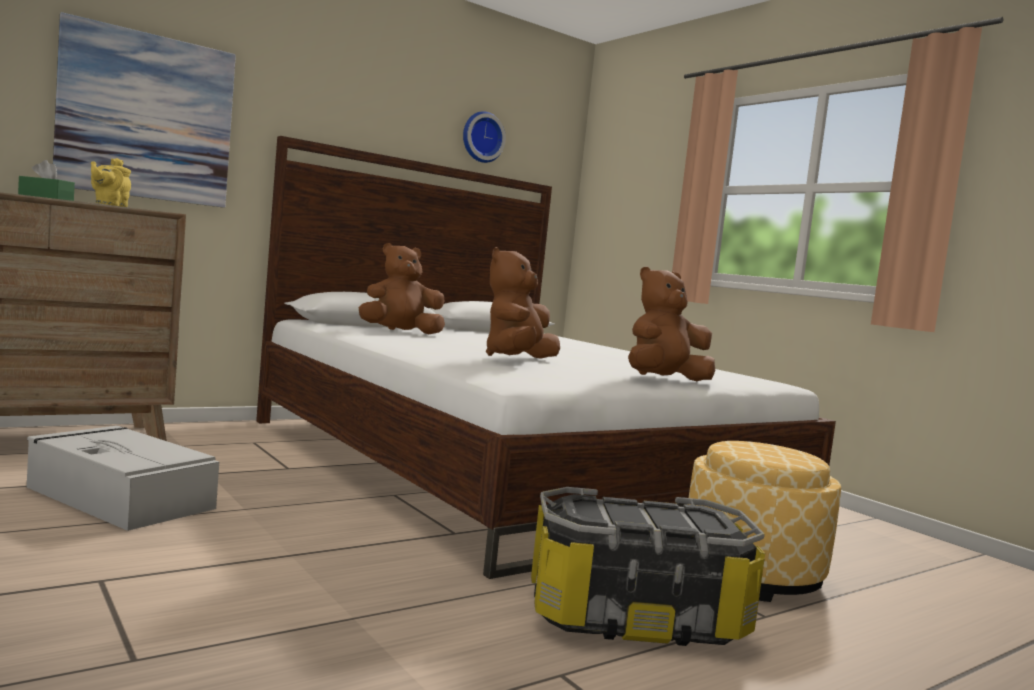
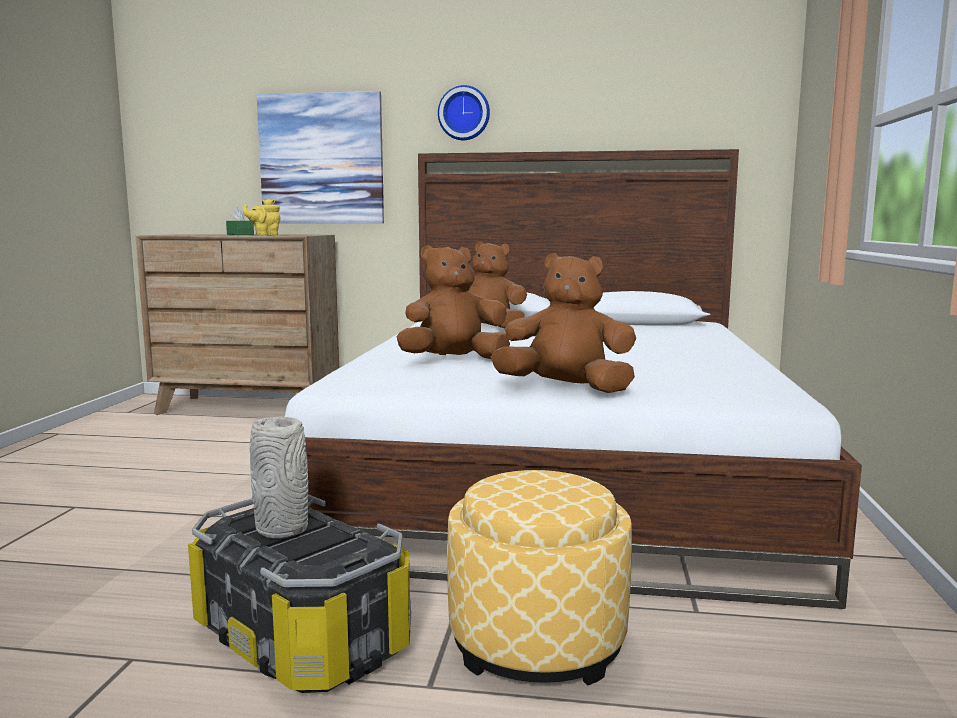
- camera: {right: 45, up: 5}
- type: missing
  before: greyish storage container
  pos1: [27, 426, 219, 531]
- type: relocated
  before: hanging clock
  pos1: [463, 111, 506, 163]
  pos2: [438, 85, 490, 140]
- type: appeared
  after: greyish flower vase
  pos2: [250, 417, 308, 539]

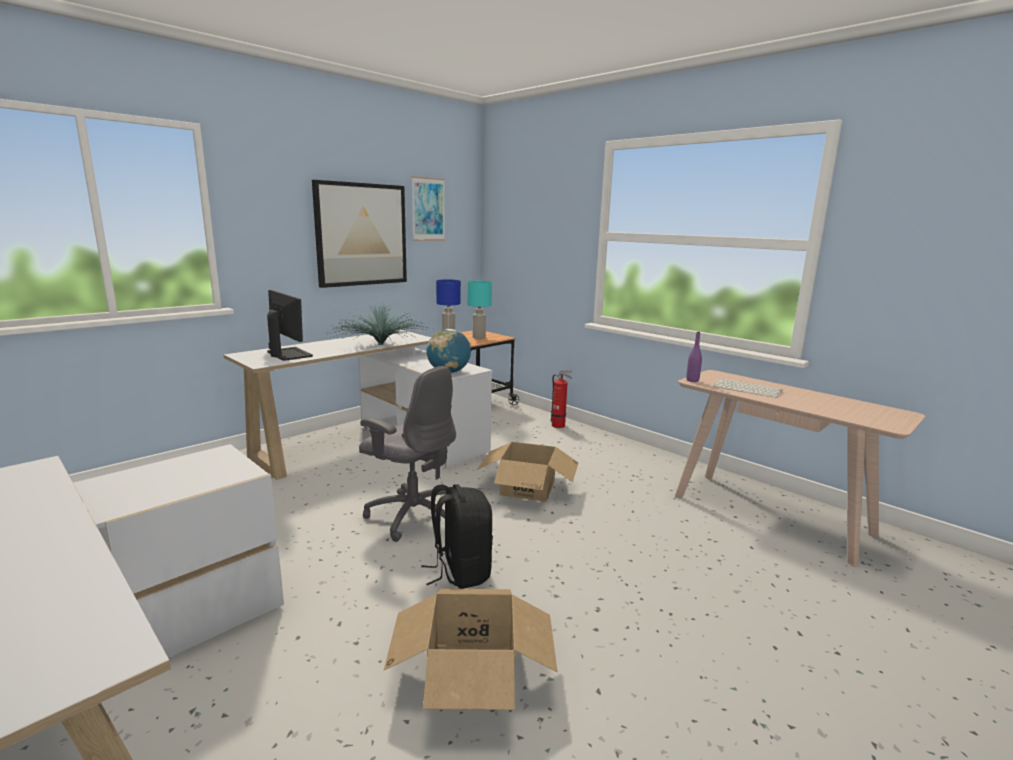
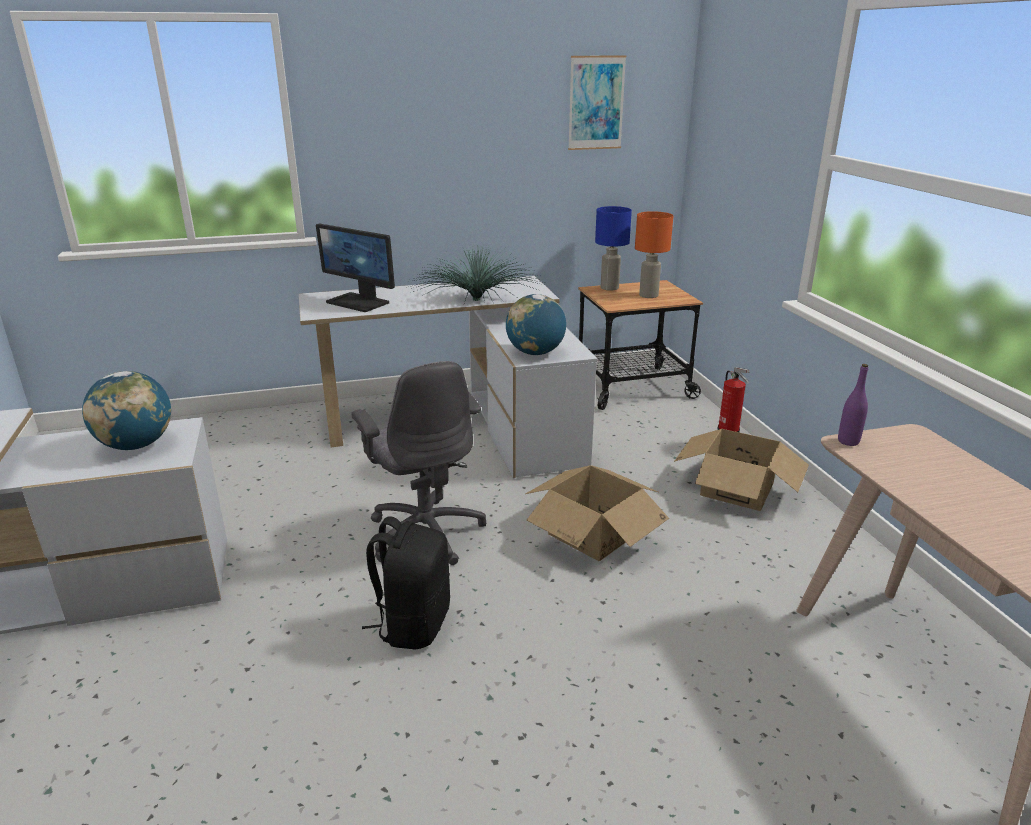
- camera: {right: 30, up: 10}
- type: spun
  before: computer display
  pos1: [267, 290, 313, 361]
  pos2: [316, 223, 395, 312]
  turn: 135
- type: missing
  before: picture
  pos1: [312, 180, 407, 288]
- type: relocated
  before: packing box
  pos1: [384, 589, 558, 710]
  pos2: [674, 429, 809, 511]
- type: colour
  before: turquoise tabletop lamp
  after: orangey tabletop lamp
  pos1: [467, 281, 492, 339]
  pos2: [635, 211, 673, 298]
- type: missing
  before: PC keyboard
  pos1: [713, 378, 783, 398]
- type: appeared
  after: world globe
  pos2: [82, 371, 171, 450]

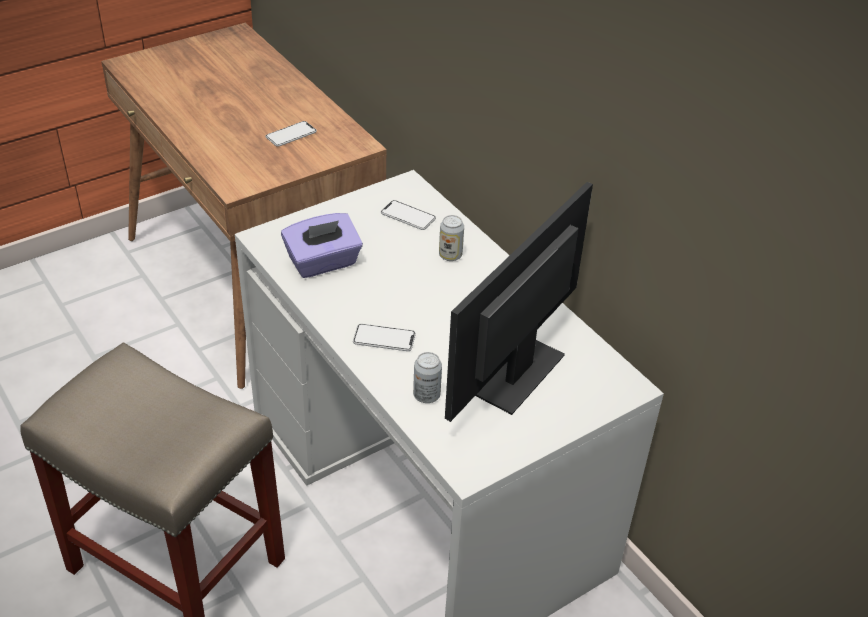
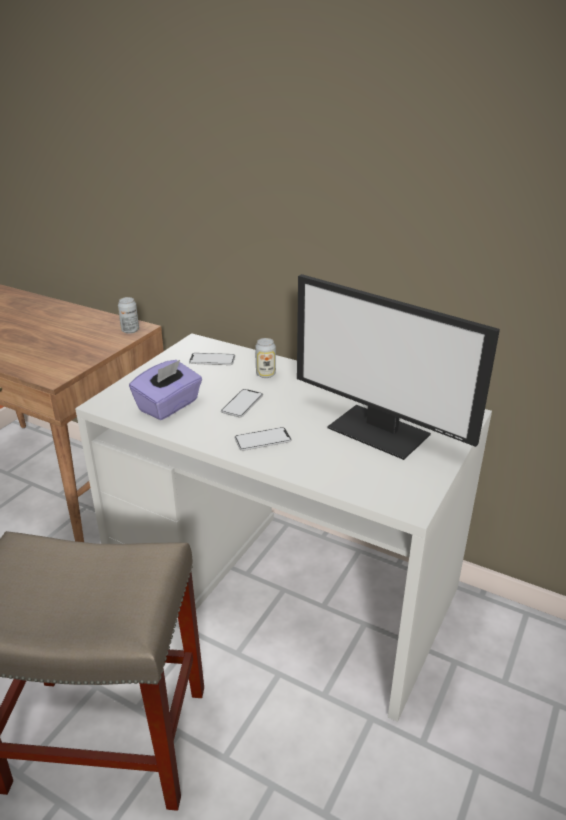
- camera: {right: -25, up: -10}
- type: relocated
  before: telephone
  pos1: [266, 121, 317, 147]
  pos2: [221, 389, 263, 417]
- type: relocated
  before: sealed can
  pos1: [413, 352, 442, 403]
  pos2: [118, 297, 139, 334]
- type: spun
  before: computer display
  pos1: [445, 182, 593, 422]
  pos2: [297, 274, 500, 460]
  turn: -60

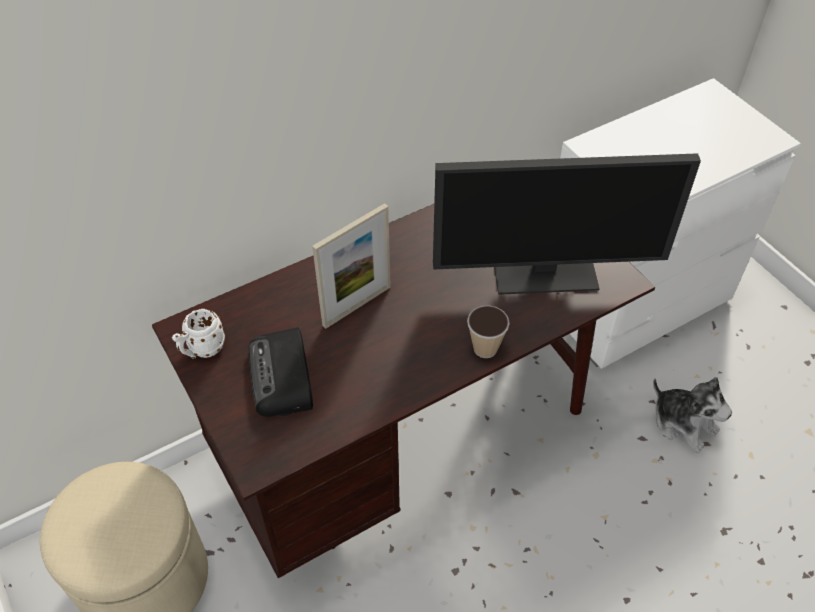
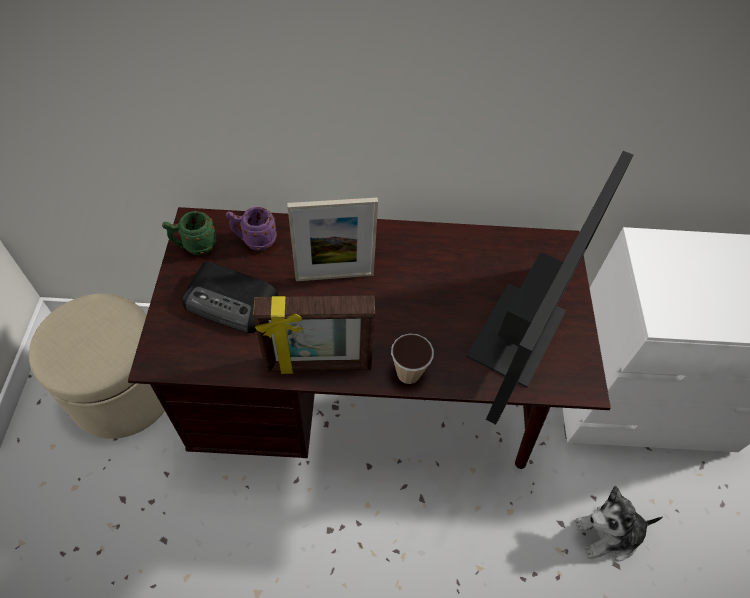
- camera: {right: 30, up: 5}
- type: colour
  before: whitish coffee mug
  after: green coffee mug
  pos1: [172, 309, 225, 359]
  pos2: [162, 211, 217, 255]
- type: spun
  before: radio receiver
  pos1: [249, 327, 313, 417]
  pos2: [182, 262, 278, 333]
  turn: -90
- type: spun
  before: computer display
  pos1: [433, 153, 701, 295]
  pos2: [466, 151, 633, 425]
  turn: -90
- type: spun
  before: plush toy
  pos1: [653, 377, 732, 453]
  pos2: [575, 486, 663, 561]
  turn: 90
- type: appeared
  after: purple coffee mug
  pos2: [226, 207, 277, 251]
- type: appeared
  after: picture frame
  pos2: [253, 295, 375, 374]

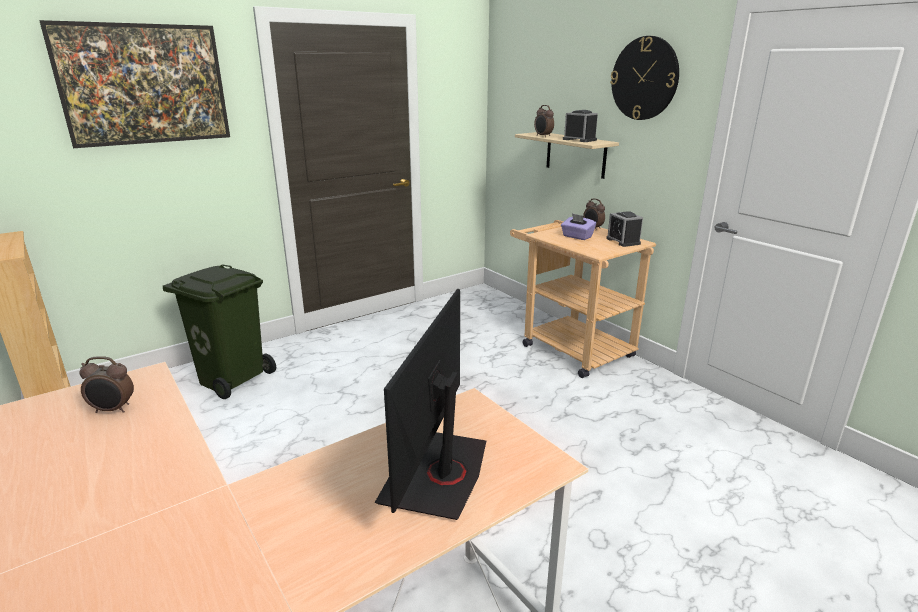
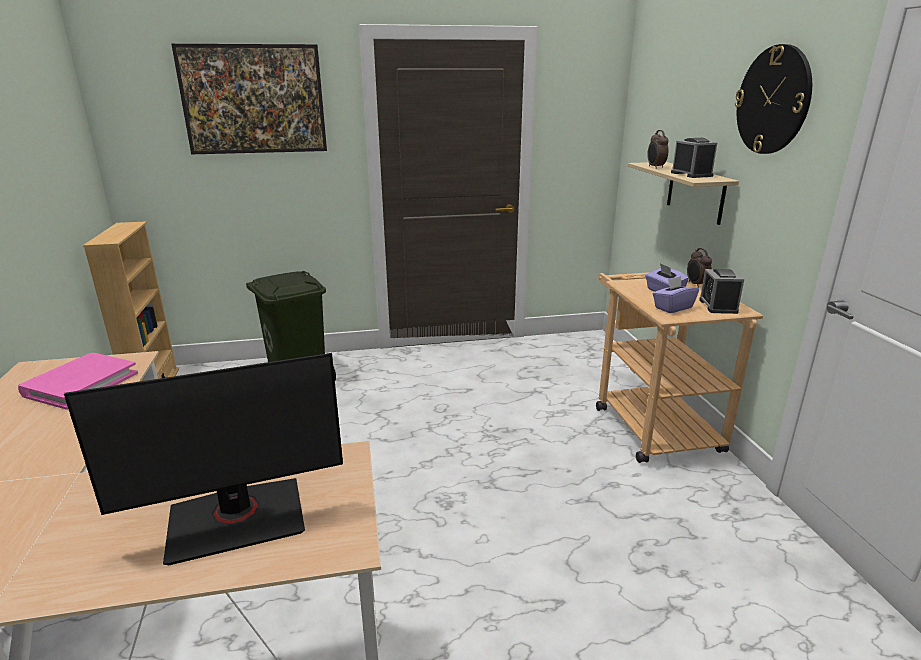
- camera: {right: 25, up: 0}
- type: exchanged
  before: alarm clock
  after: pink volume
  pos1: [79, 356, 134, 413]
  pos2: [18, 353, 138, 410]
- type: spun
  before: computer display
  pos1: [375, 289, 486, 520]
  pos2: [64, 353, 343, 565]
  turn: -150
- type: appeared
  after: purple tissue holder
  pos2: [653, 276, 699, 313]

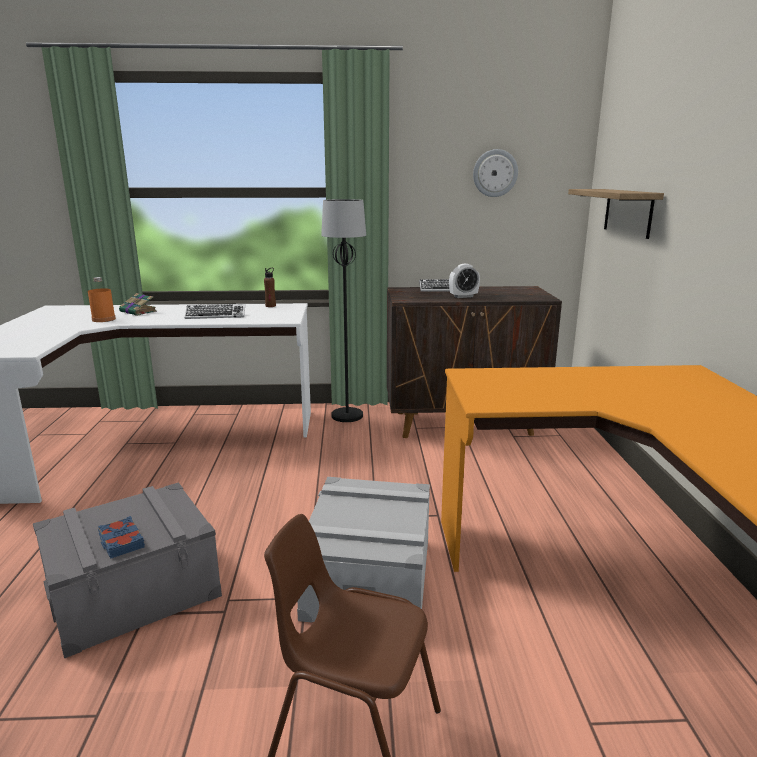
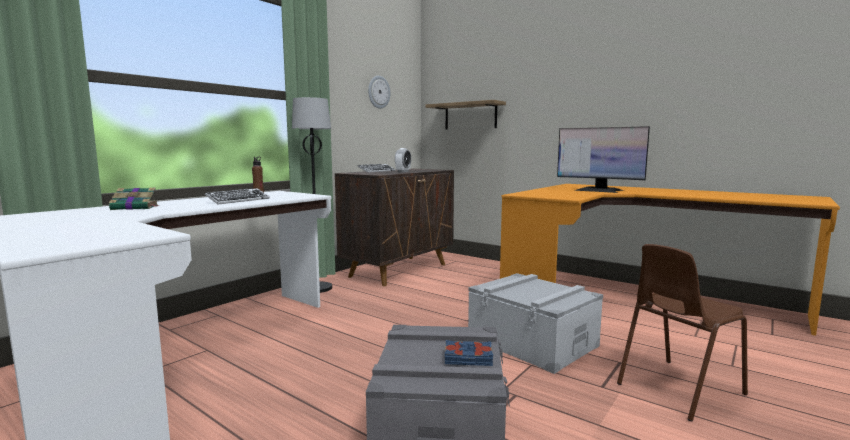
- camera: {right: -50, up: -10}
- type: missing
  before: orangey bottle
  pos1: [88, 277, 116, 322]
- type: appeared
  after: computer display
  pos2: [557, 126, 650, 193]

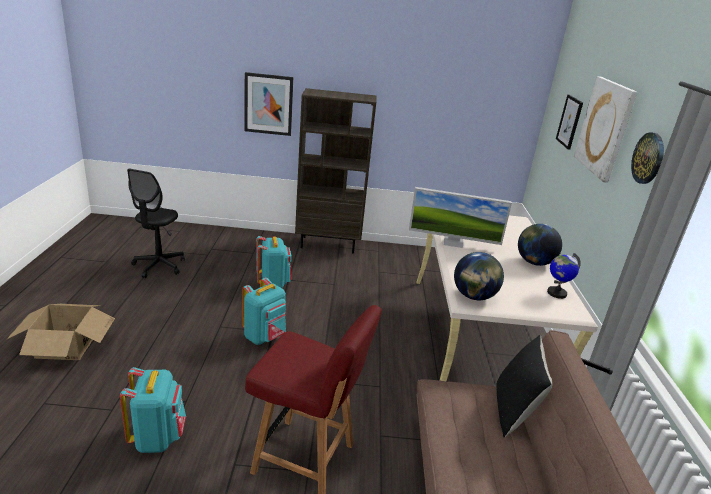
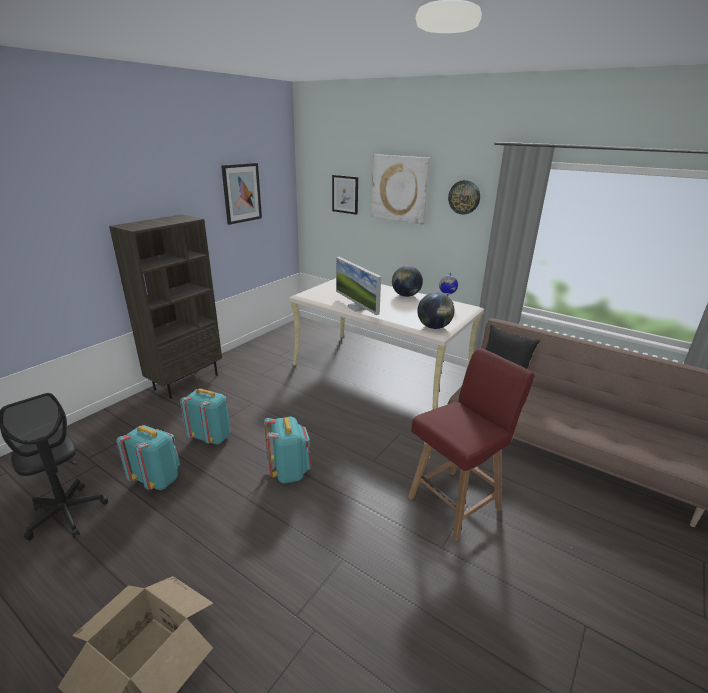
- camera: {right: -55, up: 0}
- type: relocated
  before: turquoise backpack
  pos1: [120, 367, 186, 453]
  pos2: [116, 425, 180, 490]
- type: relocated
  before: picture
  pos1: [245, 72, 293, 136]
  pos2: [221, 163, 262, 225]
- type: spun
  before: computer display
  pos1: [409, 187, 512, 248]
  pos2: [336, 257, 381, 315]
  turn: 105

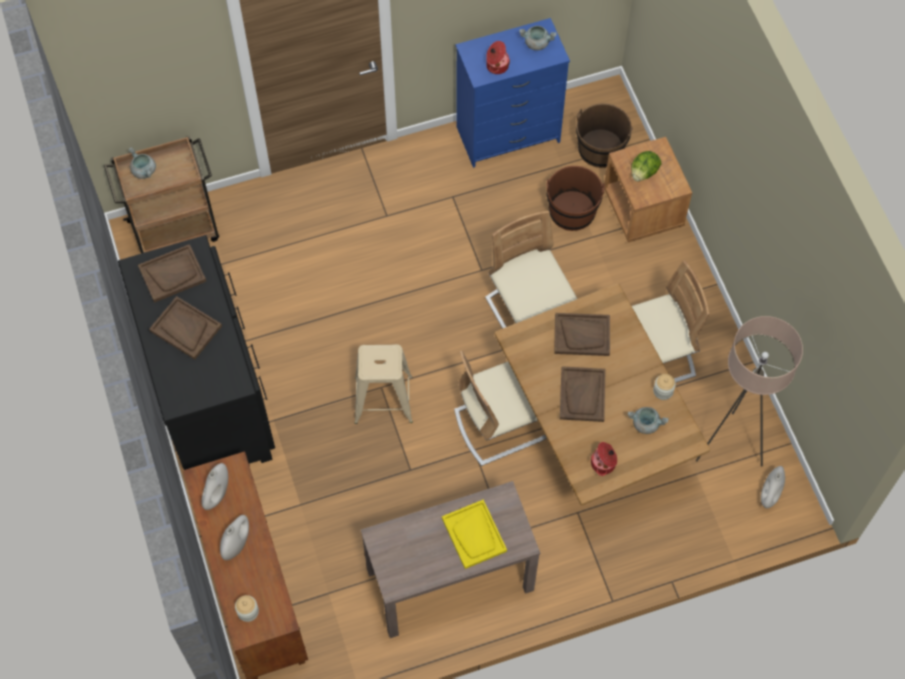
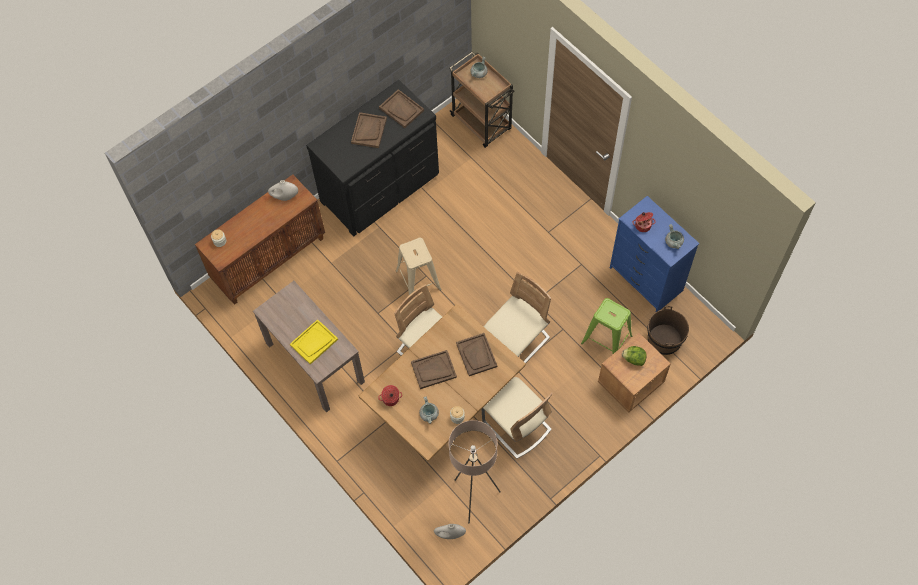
- camera: {right: 70, up: 0}
- type: missing
  before: whitish flower vase
  pos1: [220, 515, 249, 560]
- type: exchanged
  before: brownish water bucket
  after: green sitting stool
  pos1: [547, 166, 605, 231]
  pos2: [581, 298, 632, 354]

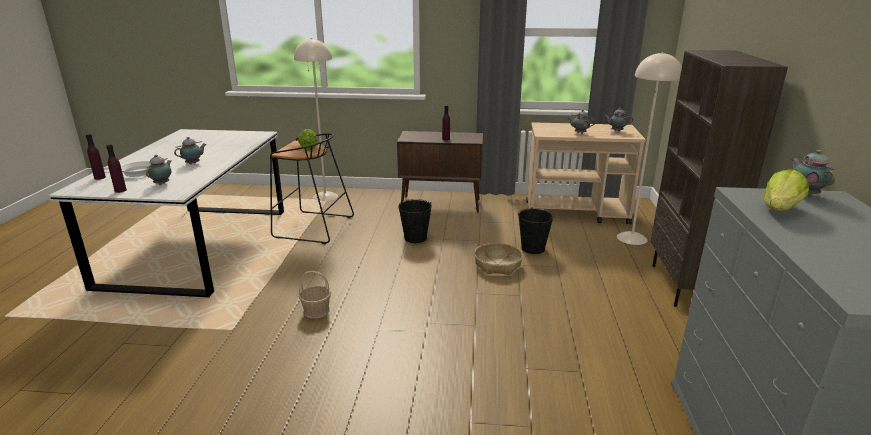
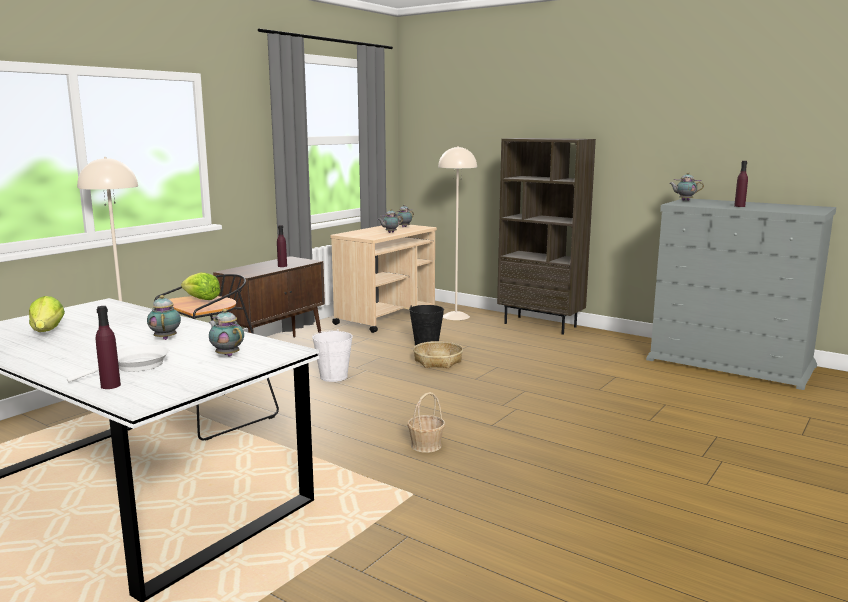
- camera: {right: -60, up: -10}
- type: relocated
  before: purple bottle
  pos1: [106, 144, 127, 193]
  pos2: [734, 161, 748, 207]
- type: colour
  before: blackish water bucket
  after: whitish water bucket
  pos1: [399, 199, 432, 243]
  pos2: [312, 329, 353, 382]
- type: relocated
  before: lettuce head
  pos1: [763, 169, 809, 211]
  pos2: [29, 296, 65, 332]

